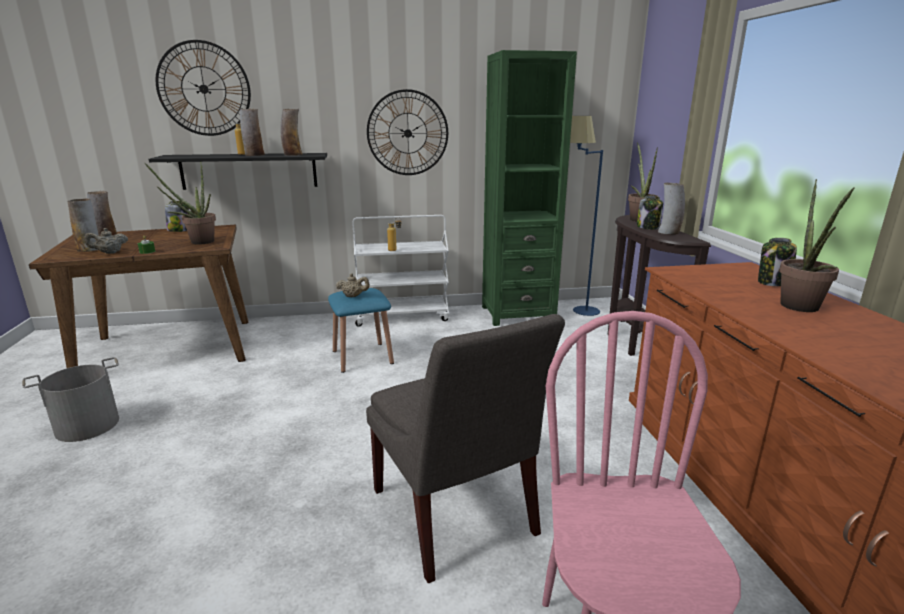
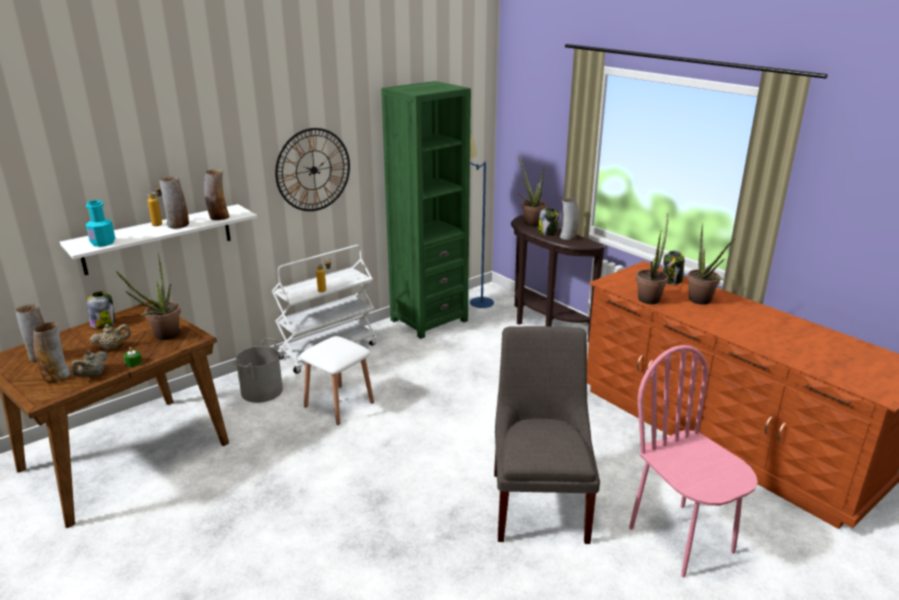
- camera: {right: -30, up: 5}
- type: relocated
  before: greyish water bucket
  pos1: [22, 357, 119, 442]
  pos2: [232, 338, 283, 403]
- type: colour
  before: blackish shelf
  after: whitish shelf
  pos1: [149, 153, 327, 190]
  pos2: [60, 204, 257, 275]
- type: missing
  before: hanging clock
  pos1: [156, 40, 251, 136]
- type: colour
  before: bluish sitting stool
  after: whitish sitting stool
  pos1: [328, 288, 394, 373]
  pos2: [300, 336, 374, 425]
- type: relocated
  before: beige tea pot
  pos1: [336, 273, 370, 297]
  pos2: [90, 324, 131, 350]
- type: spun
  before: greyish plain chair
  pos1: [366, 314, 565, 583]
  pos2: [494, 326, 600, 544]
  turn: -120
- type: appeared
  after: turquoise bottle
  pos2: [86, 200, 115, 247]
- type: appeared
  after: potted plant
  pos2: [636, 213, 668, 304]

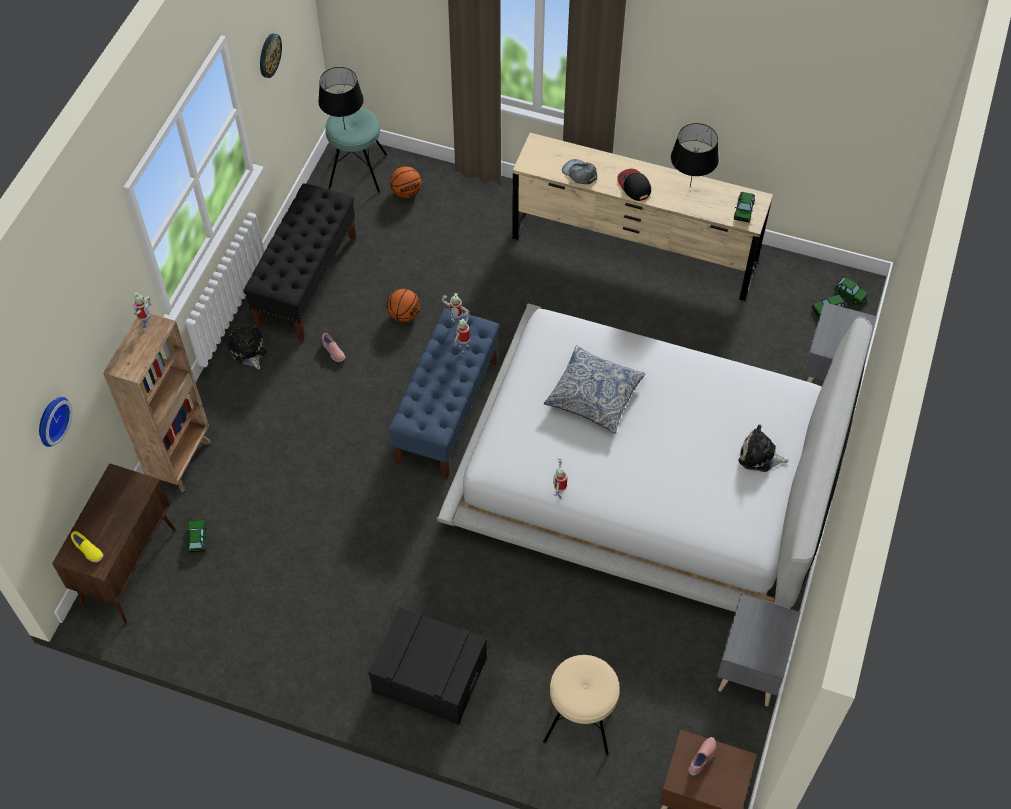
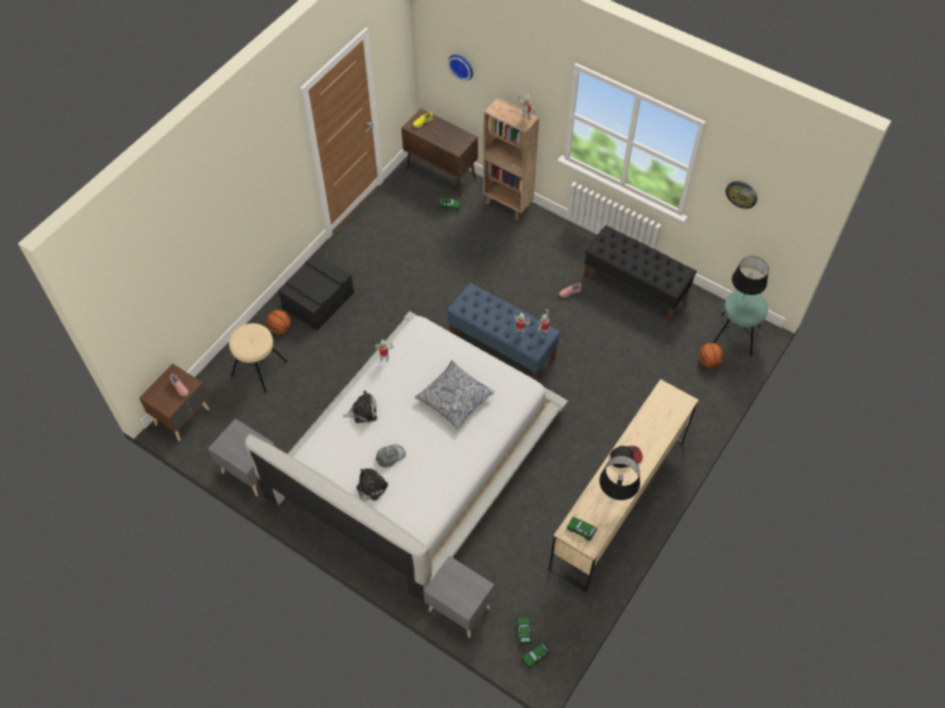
- camera: {right: 105, up: 0}
- type: relocated
  before: plush toy
  pos1: [226, 325, 266, 370]
  pos2: [343, 390, 377, 423]
- type: relocated
  before: ball for basketball
  pos1: [387, 289, 420, 322]
  pos2: [266, 310, 291, 334]
- type: relocated
  before: greyish peaked cap
  pos1: [562, 159, 597, 184]
  pos2: [376, 445, 406, 468]

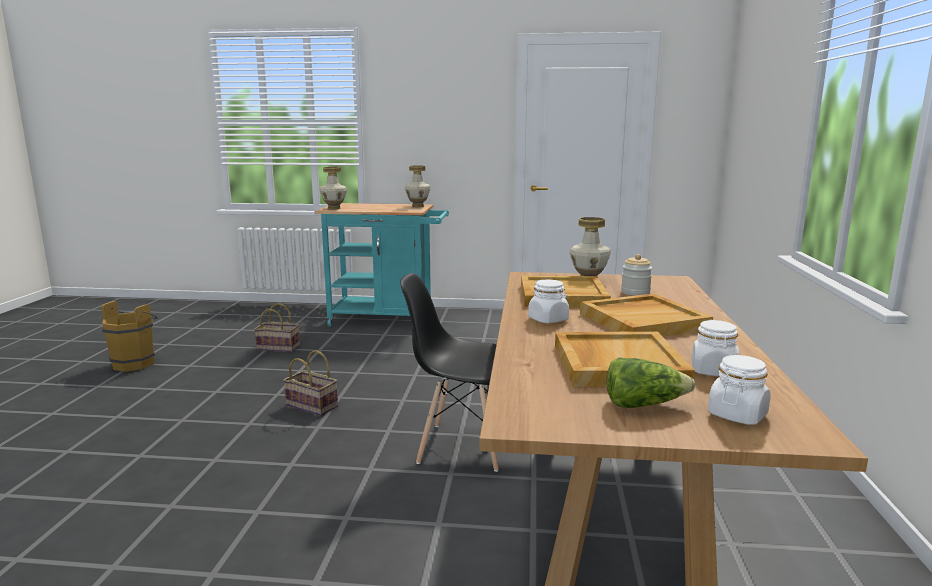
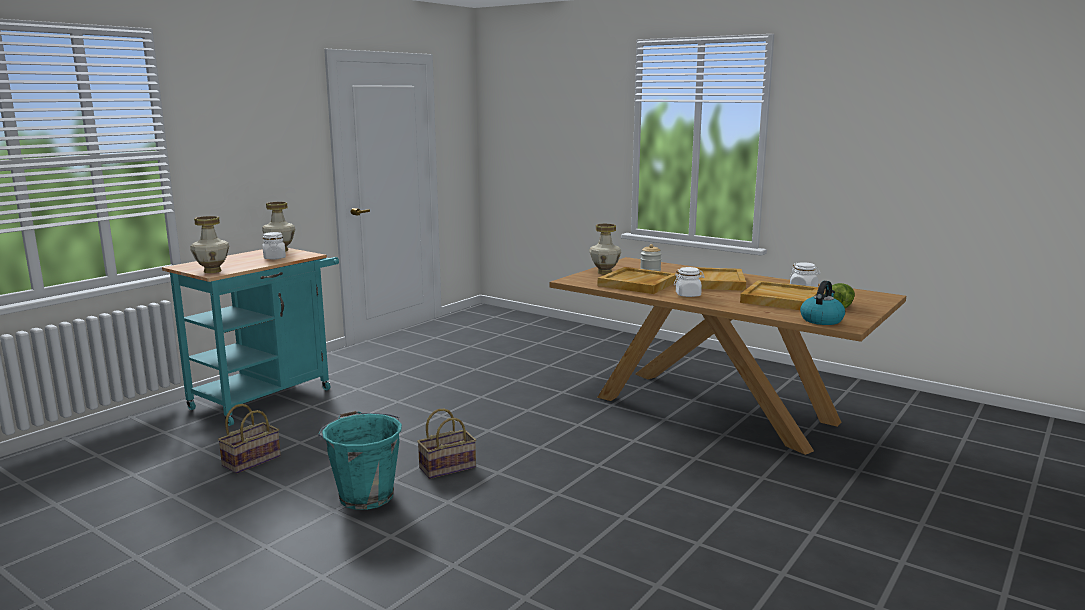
- camera: {right: -60, up: 0}
- type: missing
  before: brownish water bucket
  pos1: [101, 301, 158, 372]
- type: missing
  before: blackish plain chair
  pos1: [400, 273, 499, 472]
- type: relocated
  before: whitish jar
  pos1: [708, 355, 771, 425]
  pos2: [263, 232, 286, 260]
- type: appeared
  after: turquoise water bucket
  pos2: [318, 411, 402, 510]
- type: appeared
  after: water kettle
  pos2: [800, 281, 845, 325]

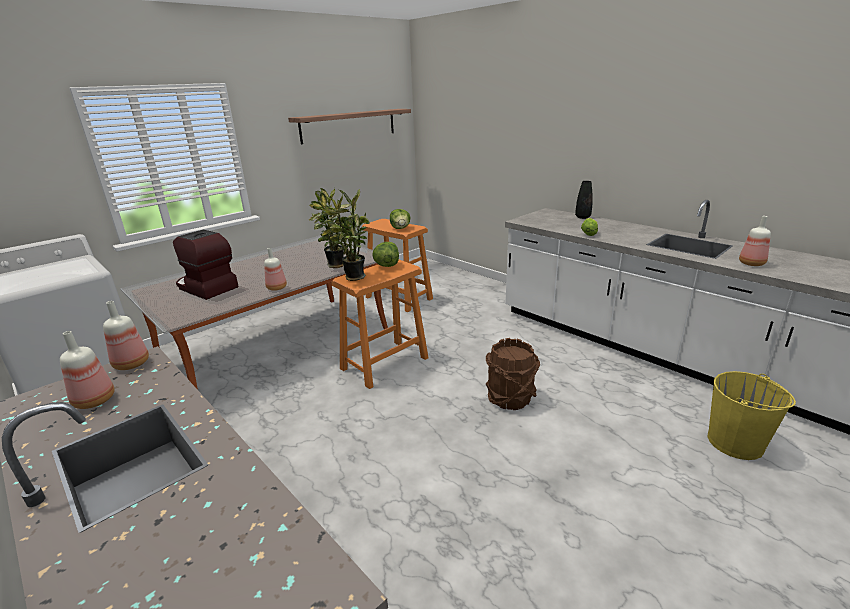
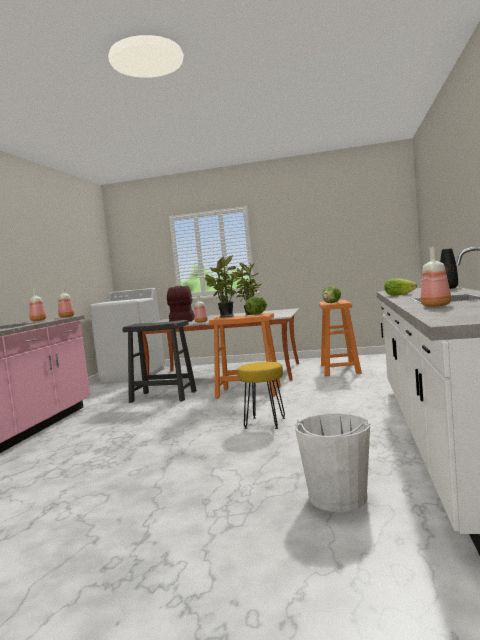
- camera: {right: 55, up: -20}
- type: missing
  before: shelf
  pos1: [288, 109, 411, 145]
- type: exchanged
  before: brownish water bucket
  after: yellow-coloured sitting stool
  pos1: [486, 338, 540, 410]
  pos2: [238, 362, 285, 429]
- type: colour
  before: yellow-coloured water bucket
  after: whitish water bucket
  pos1: [707, 371, 796, 460]
  pos2: [294, 413, 370, 512]
- type: appeared
  after: blackish sitting stool
  pos2: [122, 320, 197, 403]

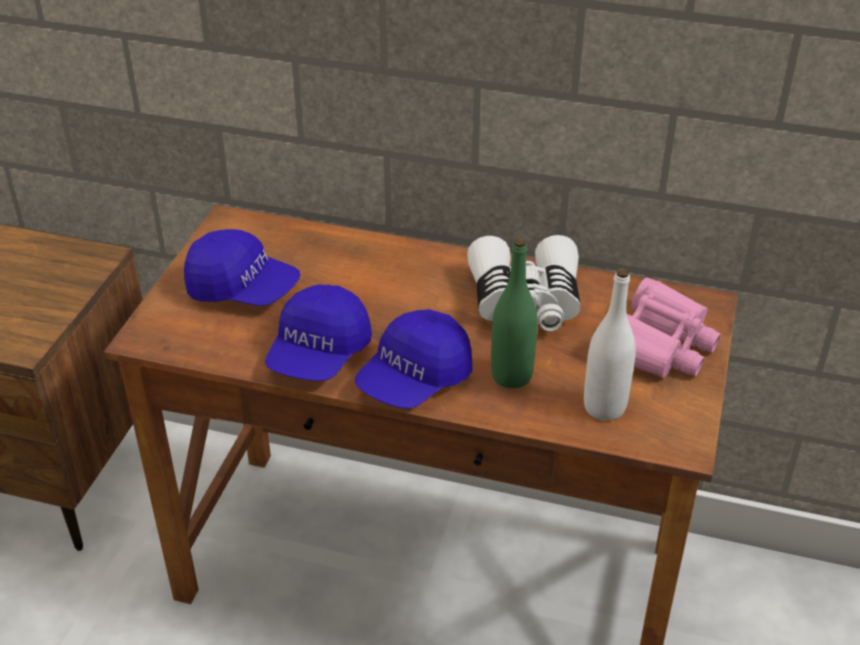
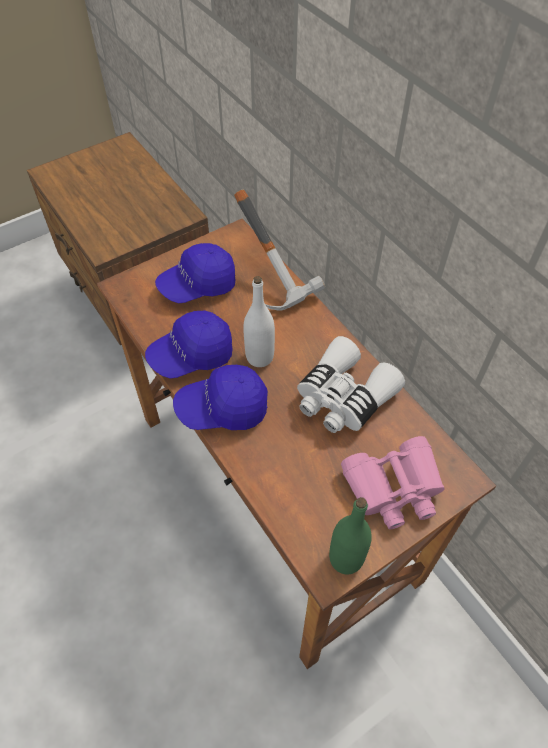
- camera: {right: 40, up: 15}
- type: spun
  before: bluish peaked cap
  pos1: [184, 229, 300, 306]
  pos2: [155, 243, 236, 303]
  turn: 90
- type: relocated
  before: green bottle
  pos1: [491, 238, 538, 388]
  pos2: [329, 497, 372, 575]
- type: relocated
  before: whitish bottle
  pos1: [584, 268, 636, 421]
  pos2: [243, 276, 275, 367]
- type: appeared
  after: hand hammer
  pos2: [234, 190, 325, 311]

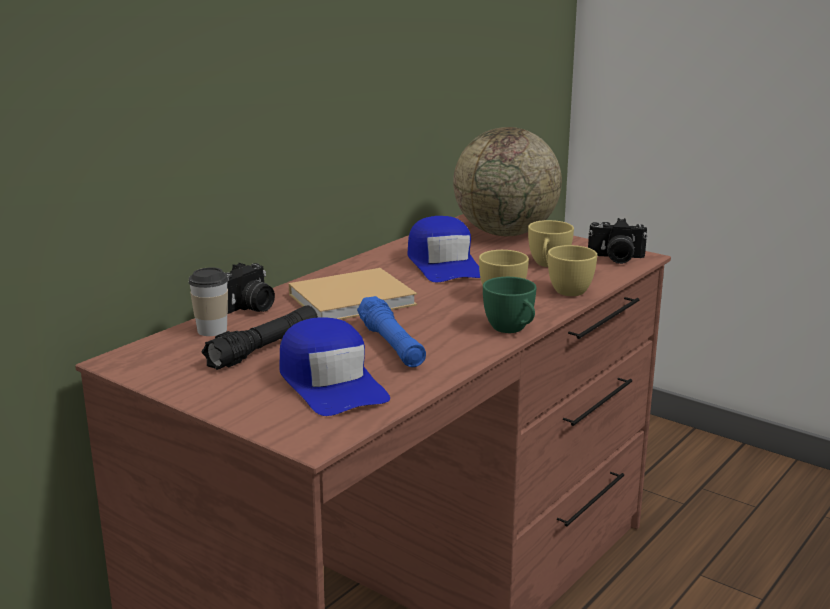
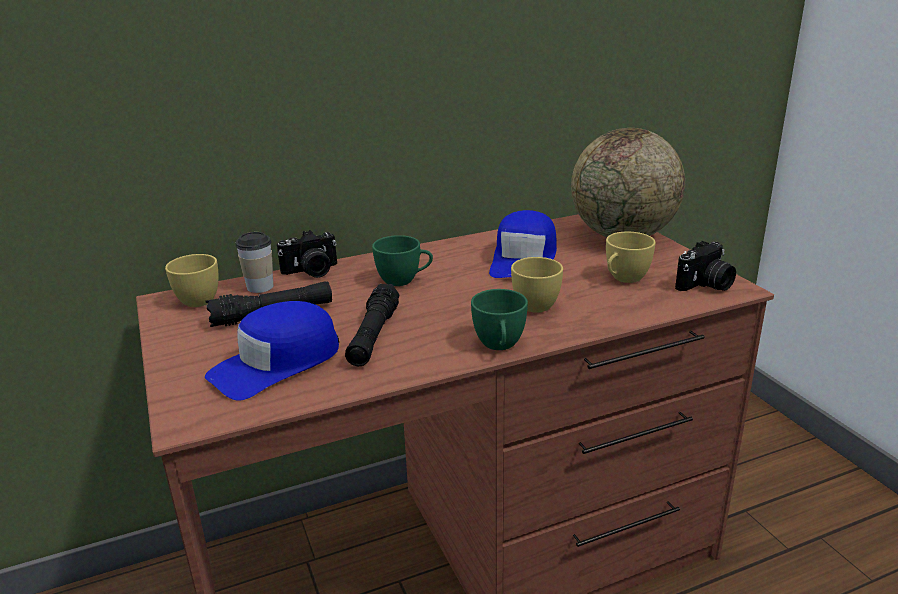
- camera: {right: 30, up: 5}
- type: spun
  before: bluish peaked cap
  pos1: [279, 317, 390, 416]
  pos2: [205, 301, 339, 401]
  turn: 45
- type: exchanged
  before: beige volume
  after: green small cup
  pos1: [289, 268, 417, 320]
  pos2: [372, 235, 433, 286]
- type: colour
  before: bluish hand torch
  after: blackish hand torch
  pos1: [357, 296, 426, 367]
  pos2: [345, 284, 399, 366]
- type: relocated
  before: yellow-coloured small cup
  pos1: [546, 245, 597, 296]
  pos2: [165, 254, 219, 307]
- type: spun
  before: photo camera
  pos1: [588, 218, 648, 264]
  pos2: [675, 241, 736, 291]
  turn: -75

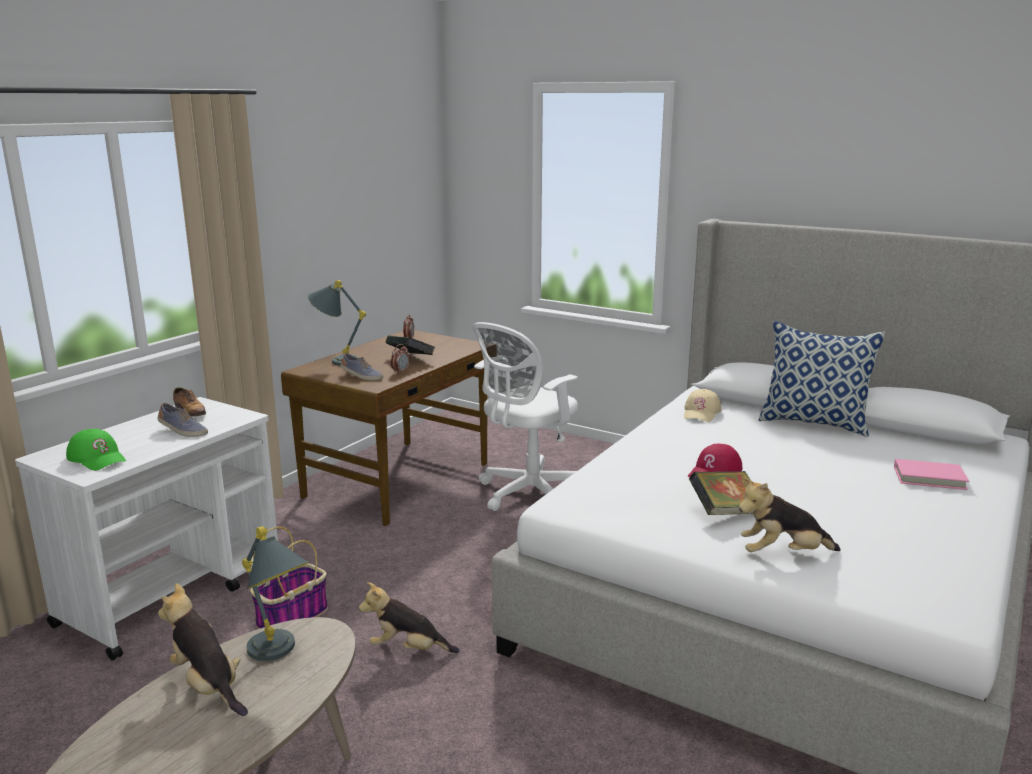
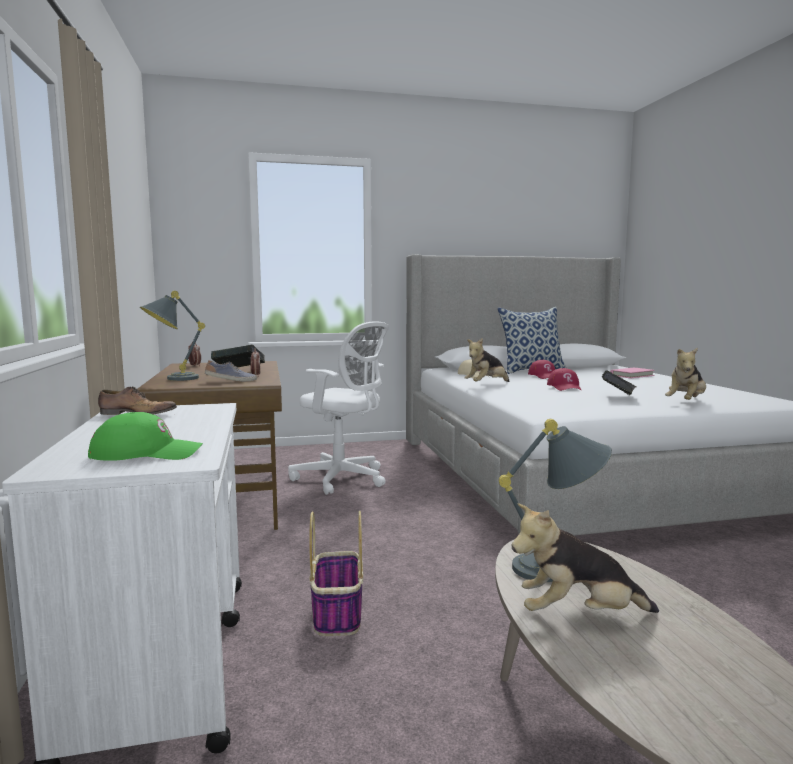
- camera: {right: -45, up: -10}
- type: missing
  before: shoe
  pos1: [158, 403, 208, 437]
- type: relocated
  before: plush toy
  pos1: [359, 582, 459, 653]
  pos2: [464, 338, 509, 382]
- type: spun
  before: whitish computer chair
  pos1: [472, 322, 578, 511]
  pos2: [288, 321, 389, 495]
  turn: -60
- type: appeared
  after: reddish peaked cap
  pos2: [528, 360, 556, 379]

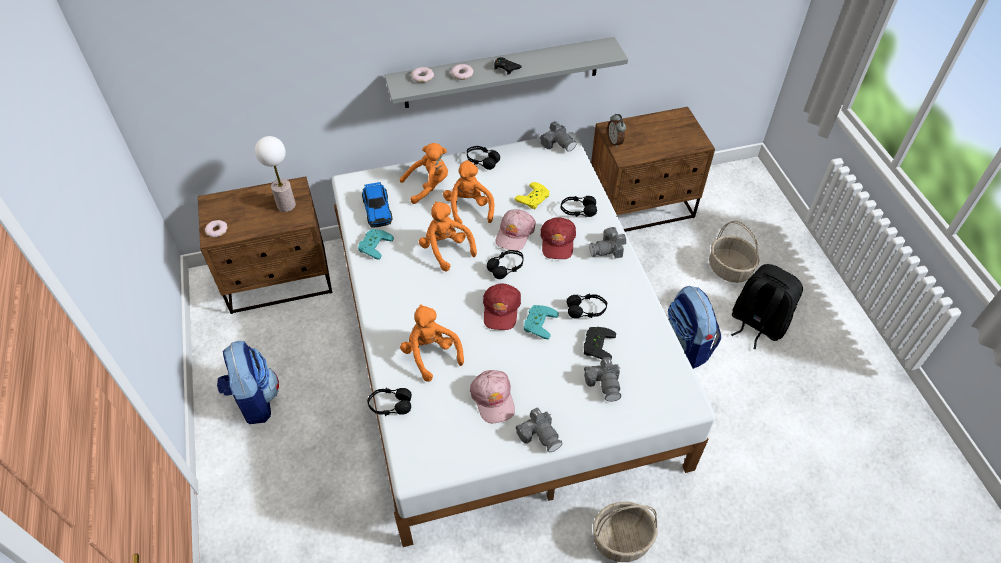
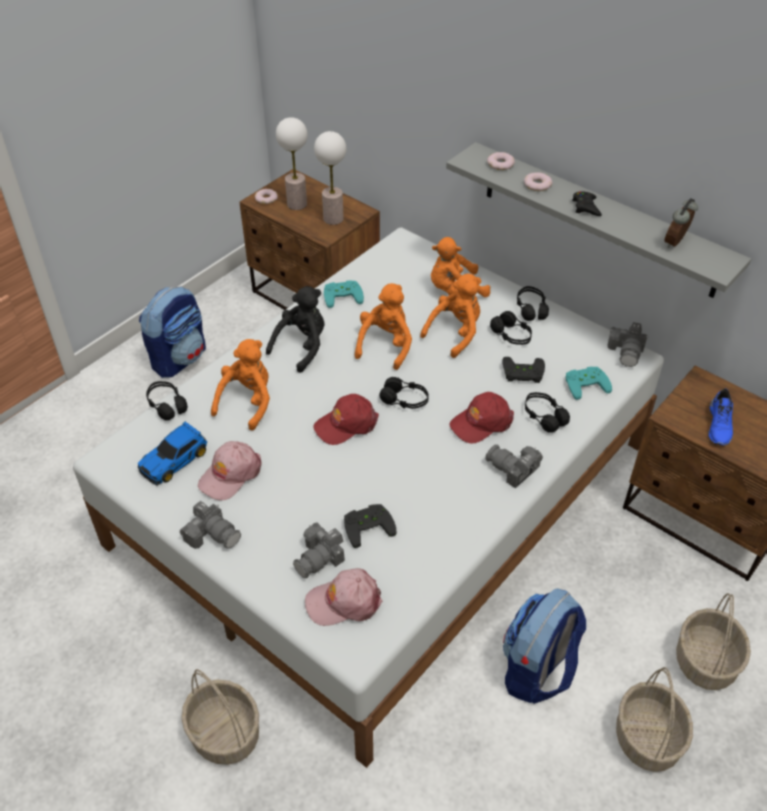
- camera: {right: 55, up: -5}
- type: relocated
  before: miniature car
  pos1: [362, 182, 393, 227]
  pos2: [138, 421, 207, 485]
- type: spun
  before: orangey plush toy
  pos1: [400, 143, 448, 204]
  pos2: [431, 237, 490, 297]
  turn: 135
- type: relocated
  before: pink peaked cap
  pos1: [495, 209, 536, 251]
  pos2: [305, 568, 382, 626]
- type: colour
  before: yellow-coloured game controller
  after: blackish game controller
  pos1: [515, 182, 550, 209]
  pos2: [502, 357, 545, 383]
- type: spun
  before: photo camera
  pos1: [515, 407, 562, 452]
  pos2: [180, 501, 241, 549]
  turn: -75
- type: relocated
  before: turquoise game controller
  pos1: [524, 305, 559, 339]
  pos2: [566, 367, 612, 400]
- type: relocated
  before: blackish headset
  pos1: [567, 293, 607, 319]
  pos2: [490, 311, 532, 345]
- type: relocated
  before: alarm clock
  pos1: [607, 114, 626, 148]
  pos2: [665, 198, 698, 248]
- type: exchanged
  before: blackish backpack
  after: storage basket
  pos1: [731, 264, 803, 350]
  pos2: [616, 667, 693, 772]
- type: appeared
  after: blackish plush toy
  pos2: [266, 286, 325, 373]
- type: appeared
  after: tabletop lamp
  pos2: [276, 117, 308, 210]
- type: appeared
  after: bluish shoe
  pos2: [708, 389, 733, 446]

